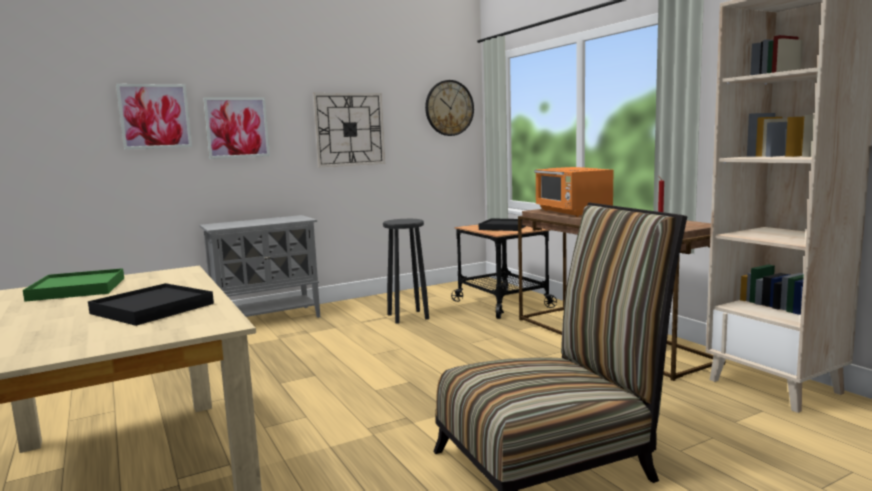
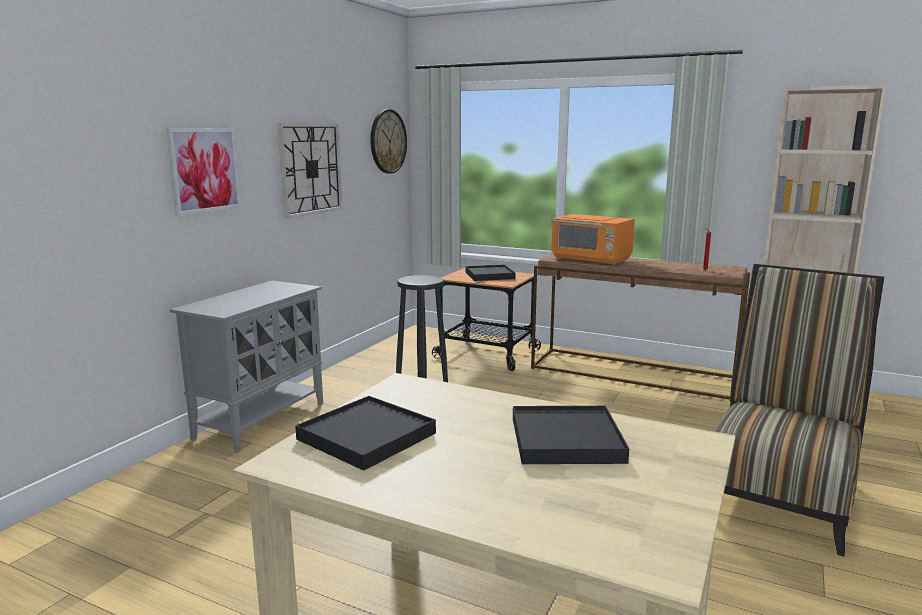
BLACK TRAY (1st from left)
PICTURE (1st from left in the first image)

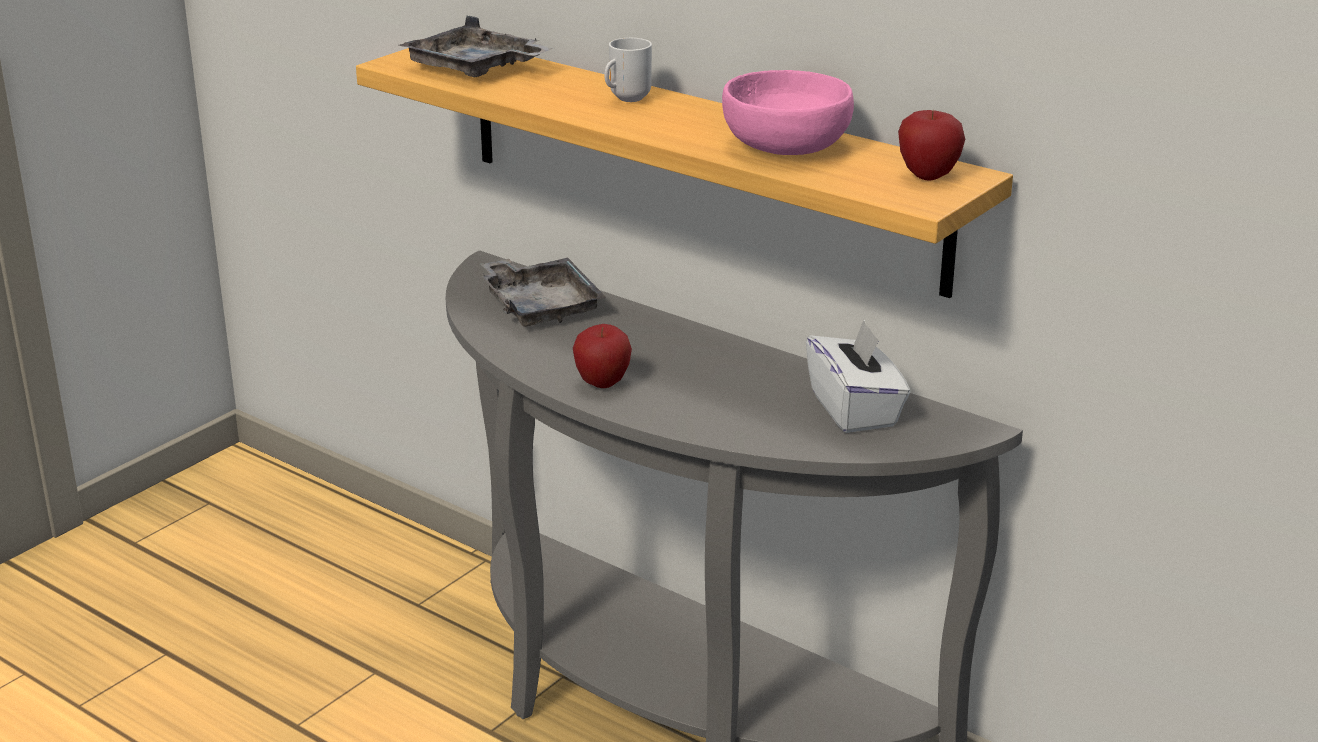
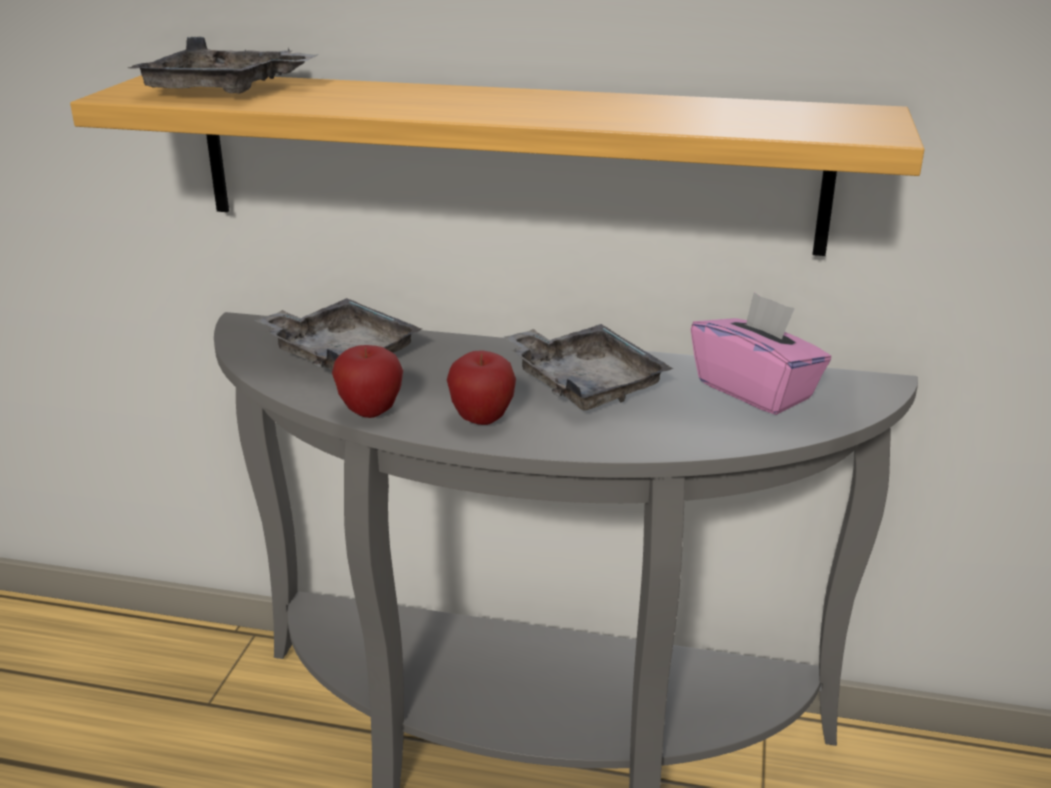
APPLE (1st from left)
GREY TRAY (3rd from left)
PINK TISSUE BOX
MUG
PINK BOWL

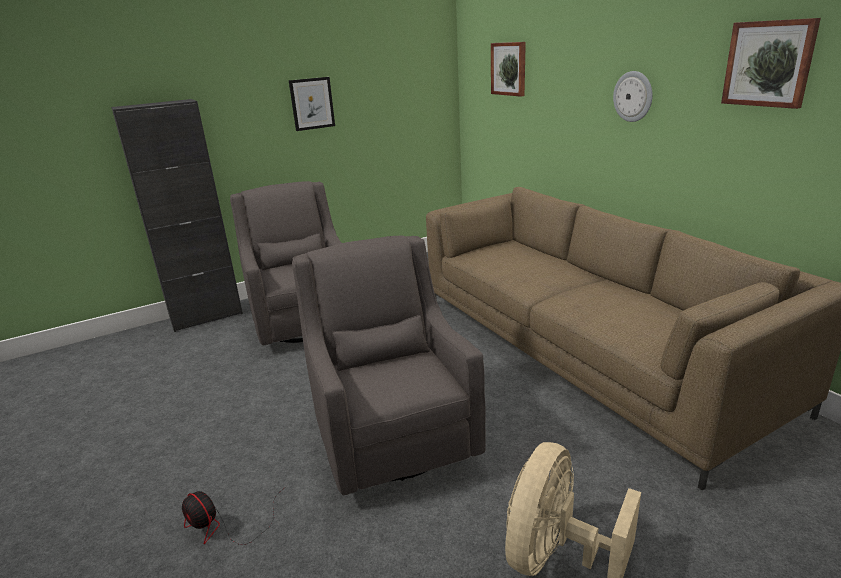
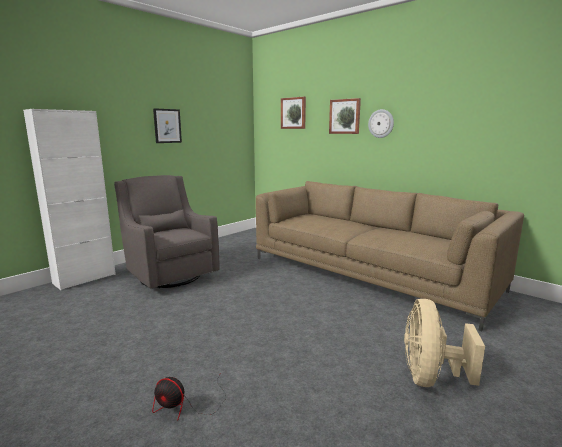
WHITE CABINET
PICTURE (3rd from left)
GREY ARMCHAIR (2nd from left in the first image)

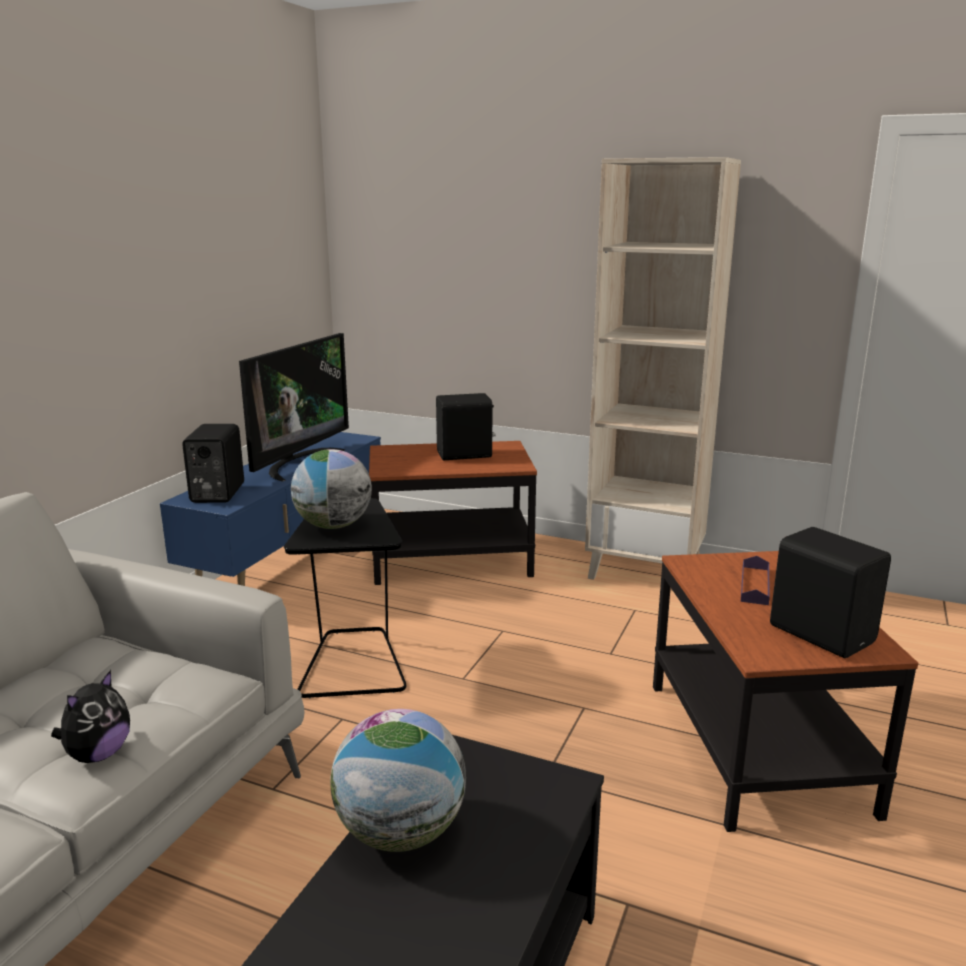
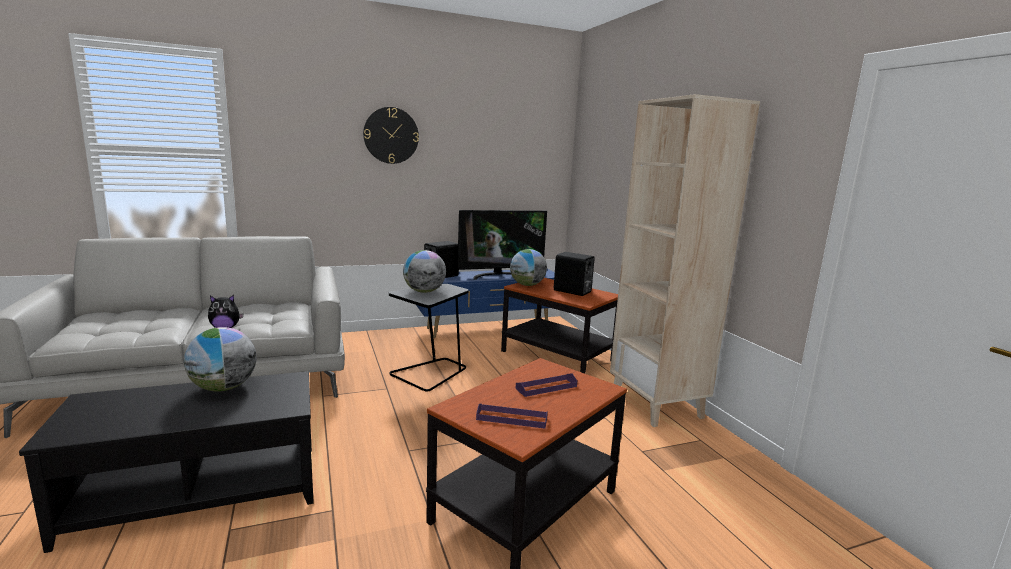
WALL CLOCK
PURPLE TRAY (1st from left)
GLOBE (3rd from left)

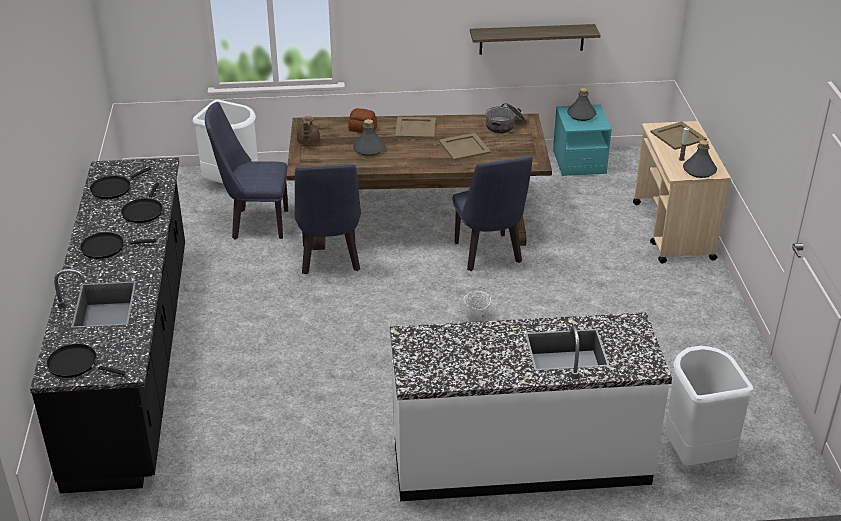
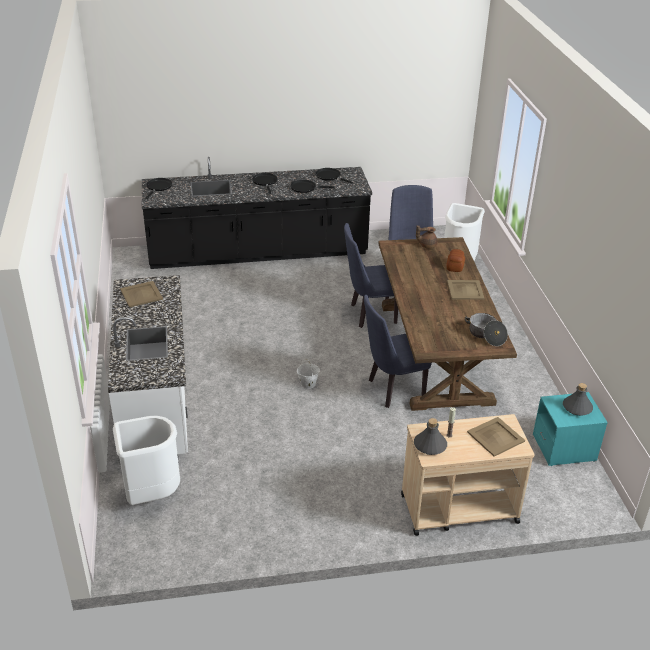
BEIGE TRAY (1st from left)
GREY BOTTLE (1st from left in the first image)
SHELF

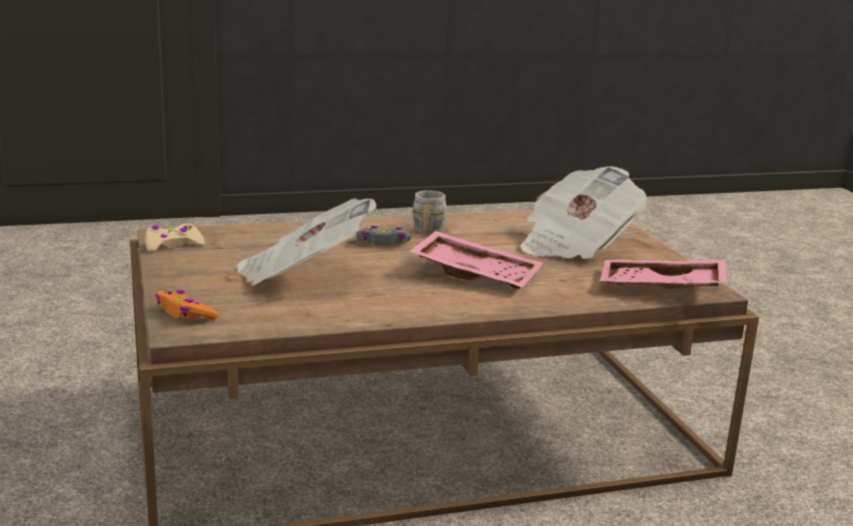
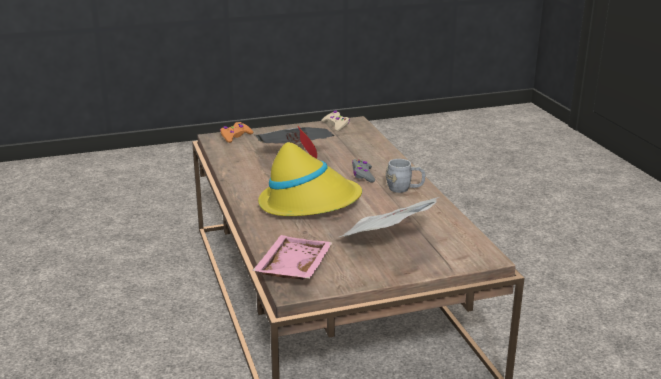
YELLOW HAT

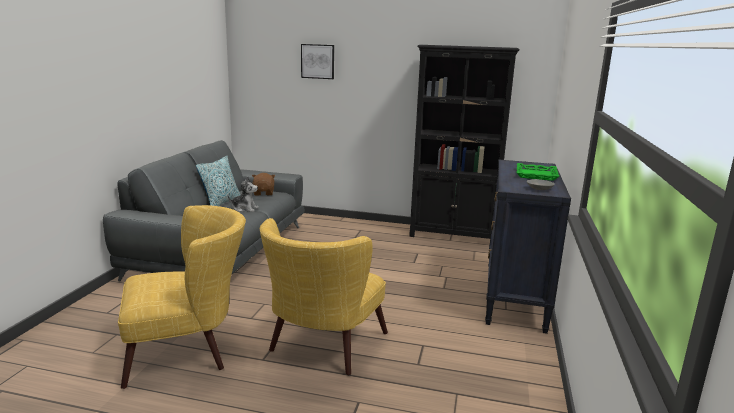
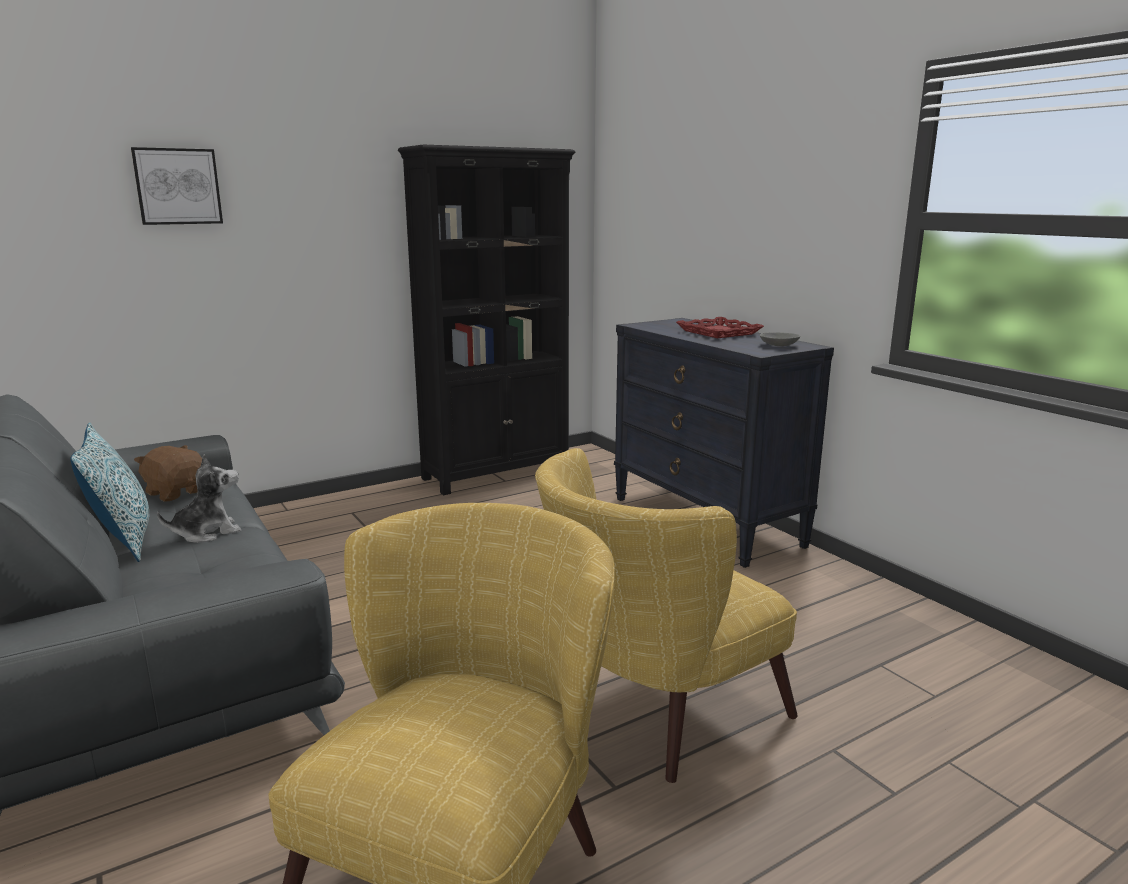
YELLOW ARMCHAIR (2nd from left)
RED TRAY

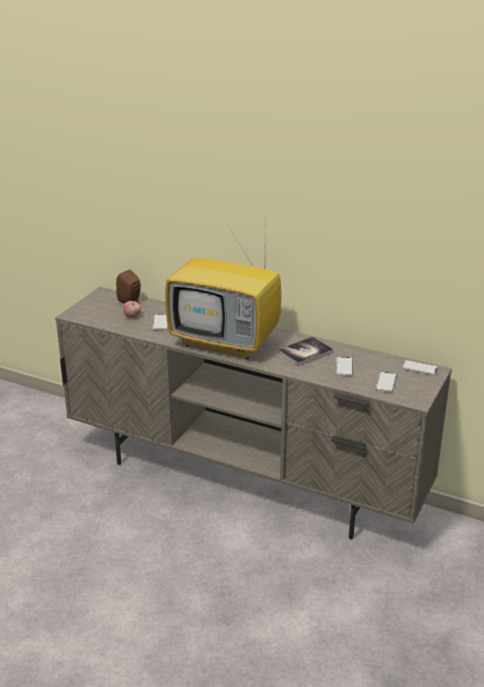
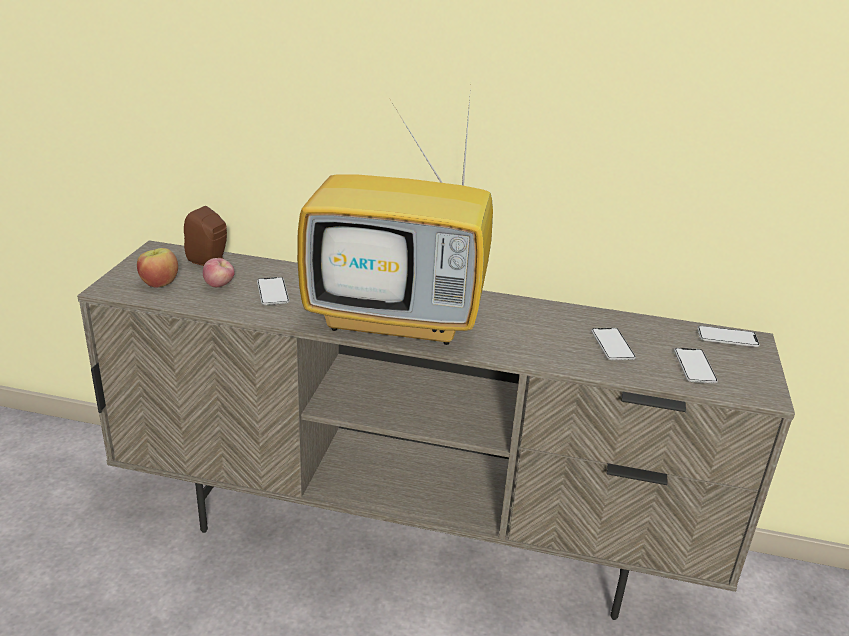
APPLE (1st from left)
BOOK

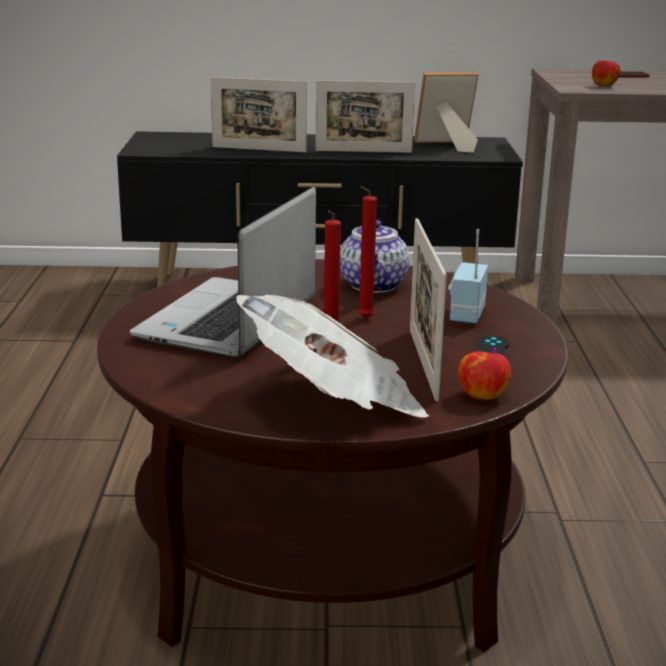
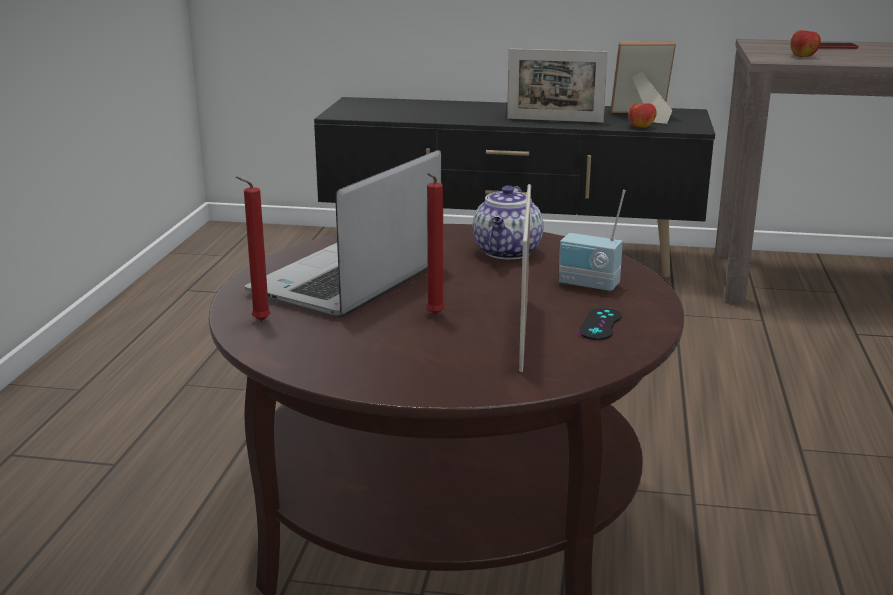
RED CANDLE (1st from left)
RADIO
APPLE (1st from left)
PICTURE FRAME (1st from left in the first image)
NEWSPAPER

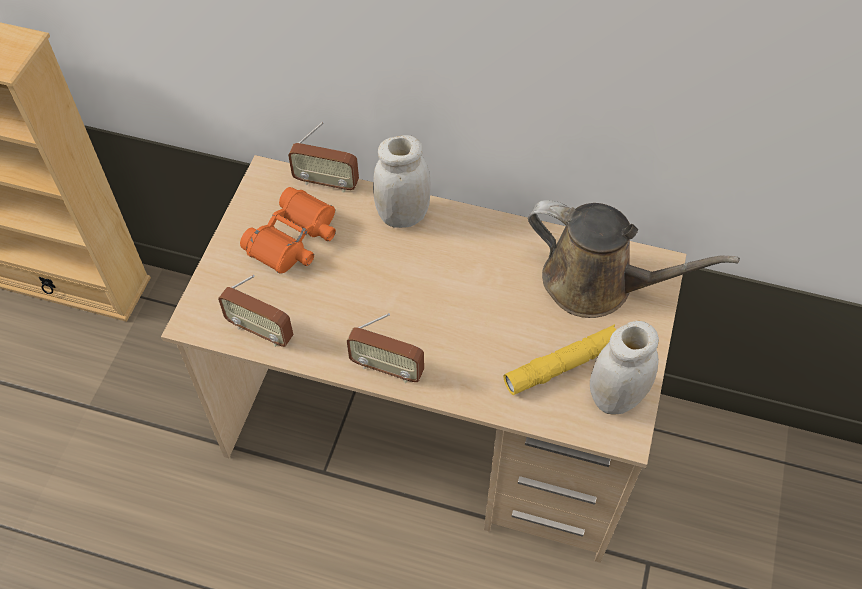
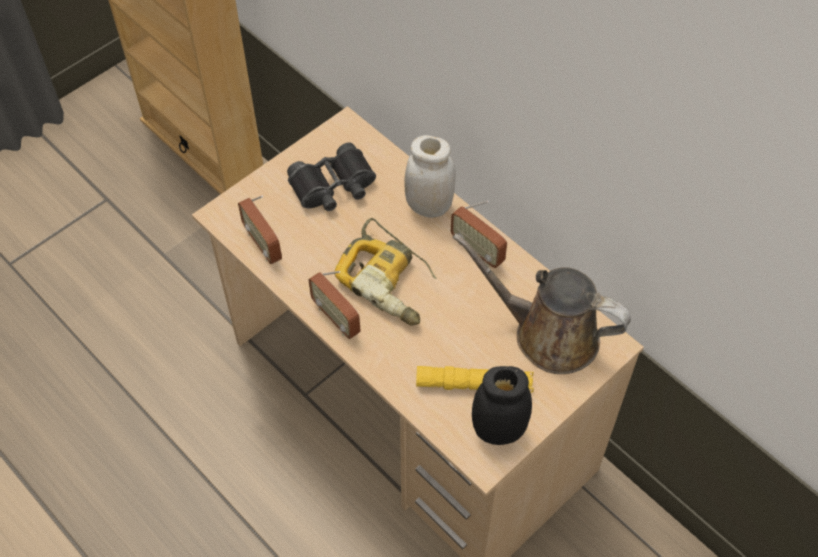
BLACK BINOCULARS
POWER DRILL
RADIO (3rd from left)
BROWN WATERING CAN
BLACK JAR

